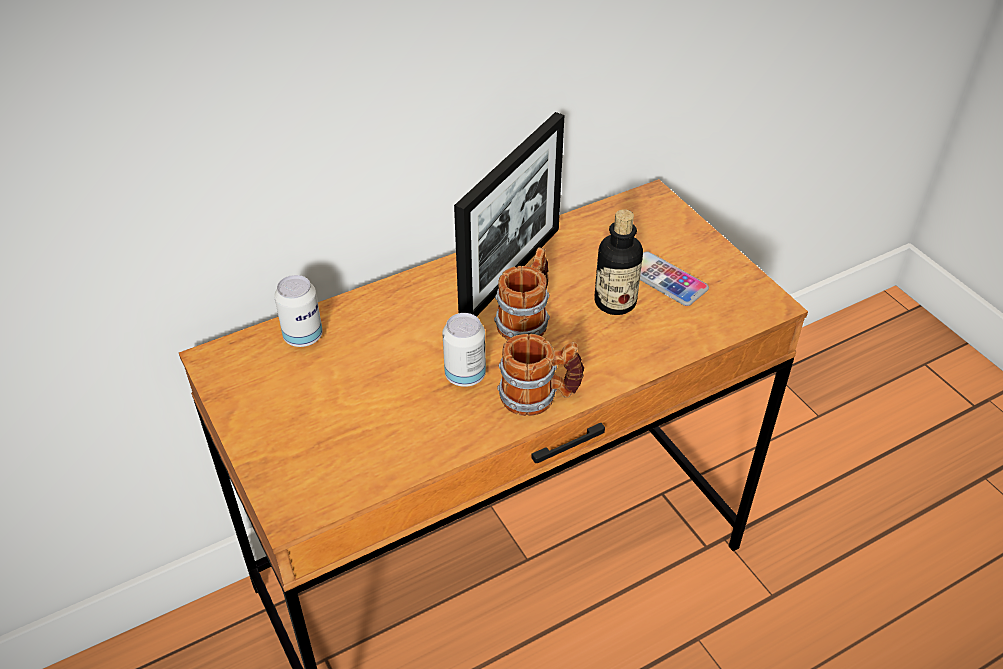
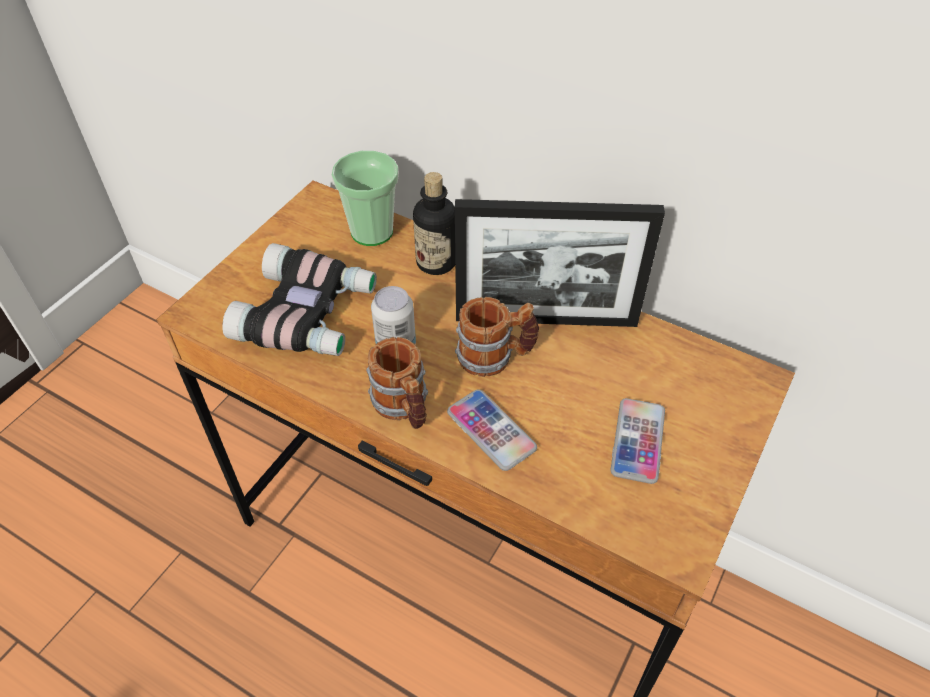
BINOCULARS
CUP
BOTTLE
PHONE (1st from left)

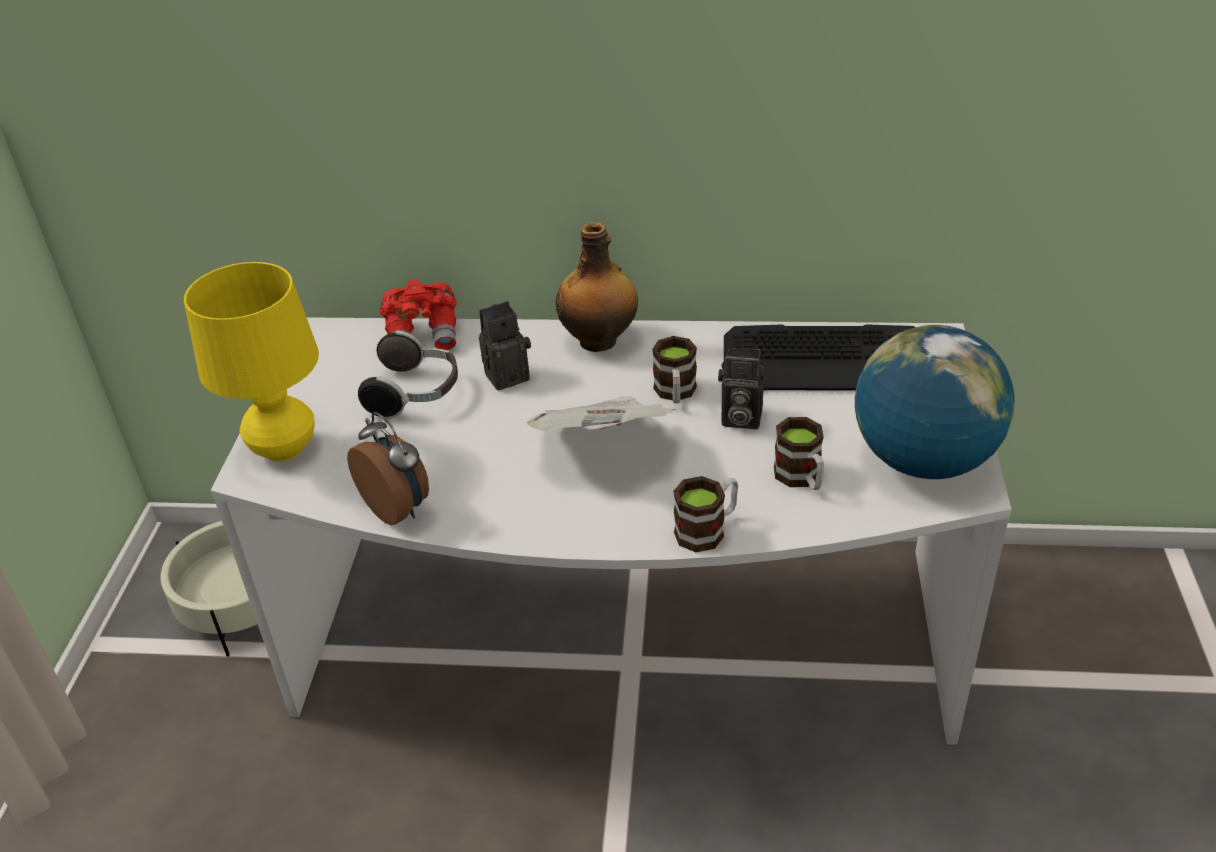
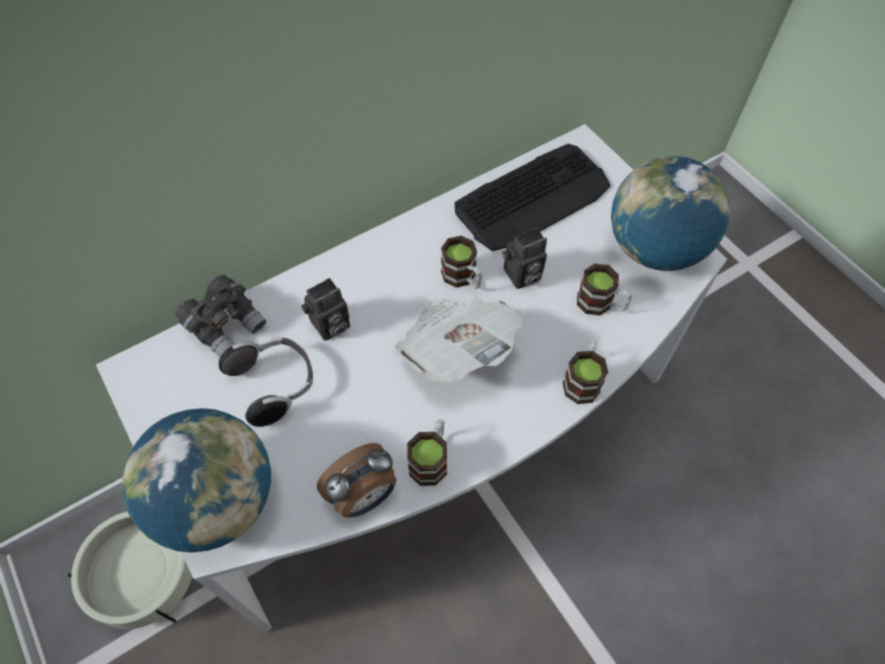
GLOBE (1st from left)
GREY BINOCULARS
PHOTO CAMERA (1st from left)
ALARM CLOCK
MUG (1st from left)
BOTTLE

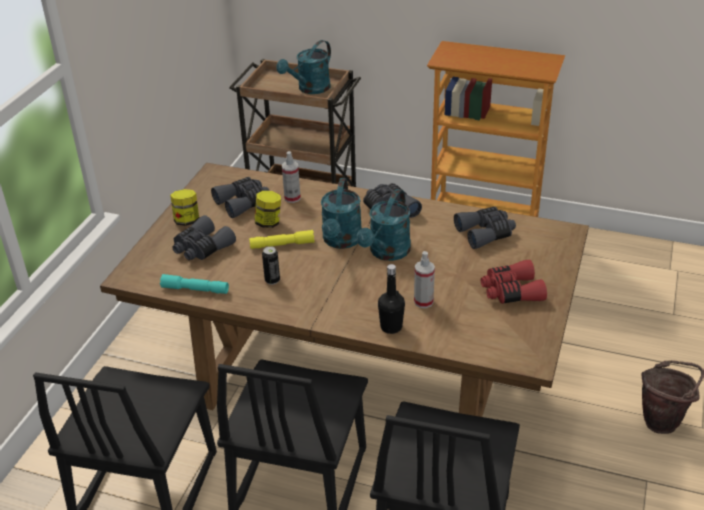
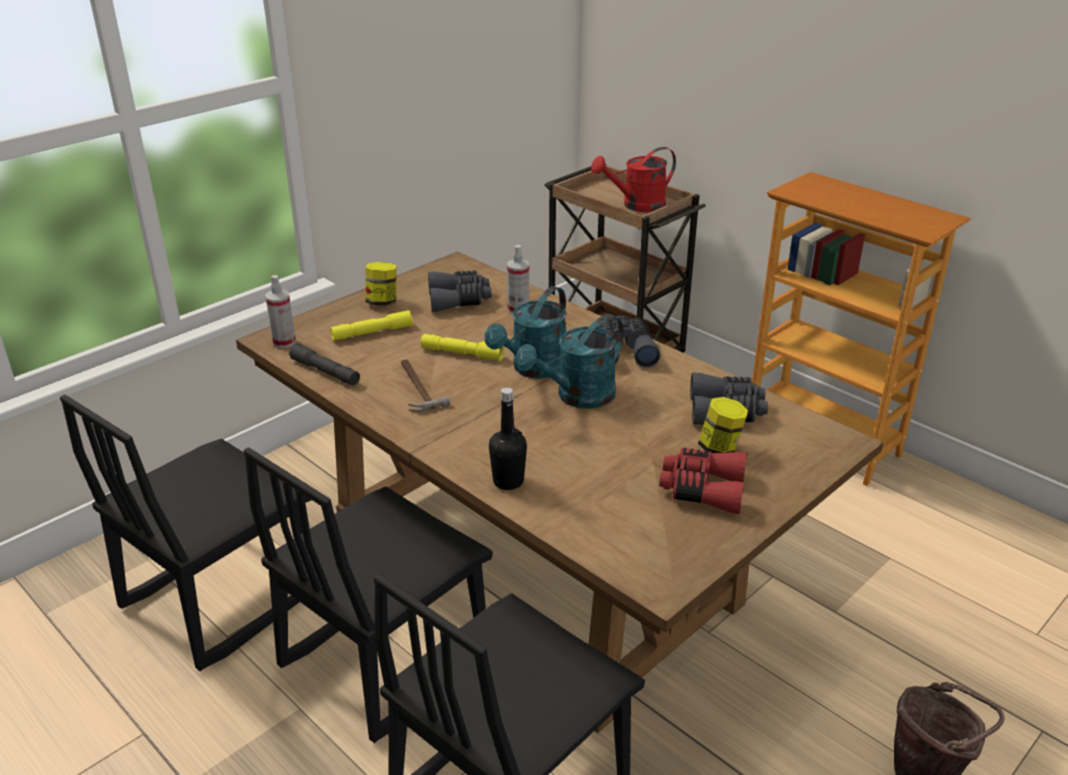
SPRAY BOTTLE (1st from left)
GREY FLASHLIGHT
YELLOW FLASHLIGHT (1st from left)
HAMMER
RED WATERING CAN
JAR (2nd from left)

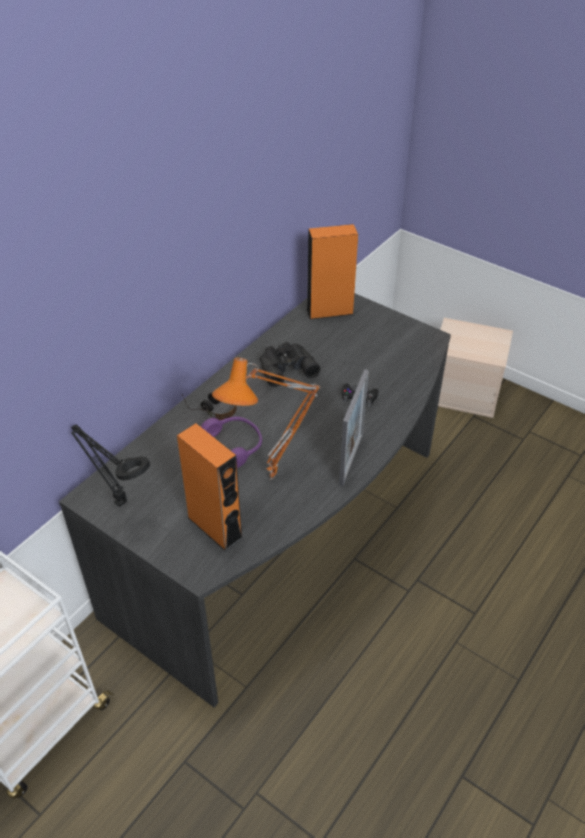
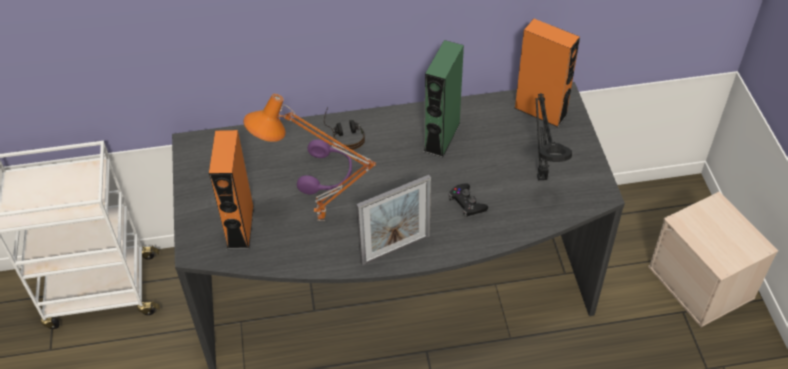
GREEN SPEAKER
BLACK TABLE LAMP

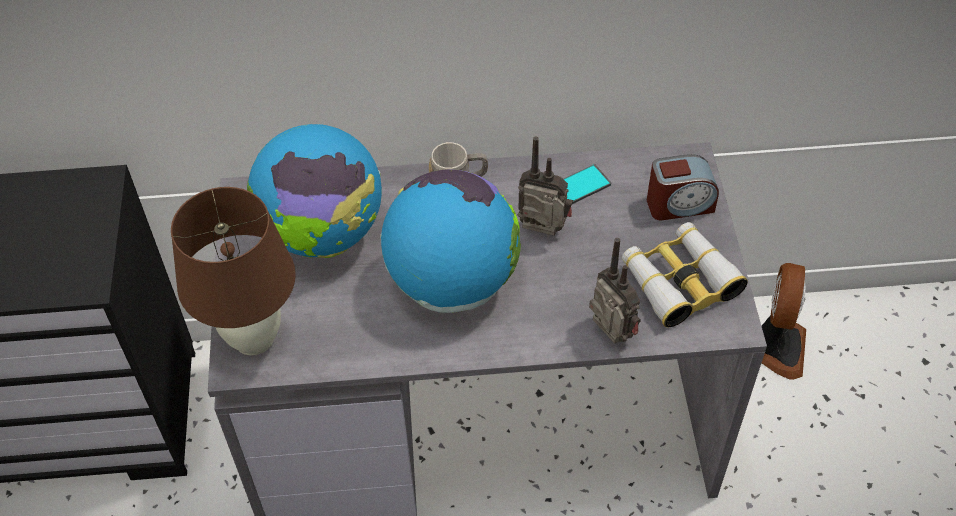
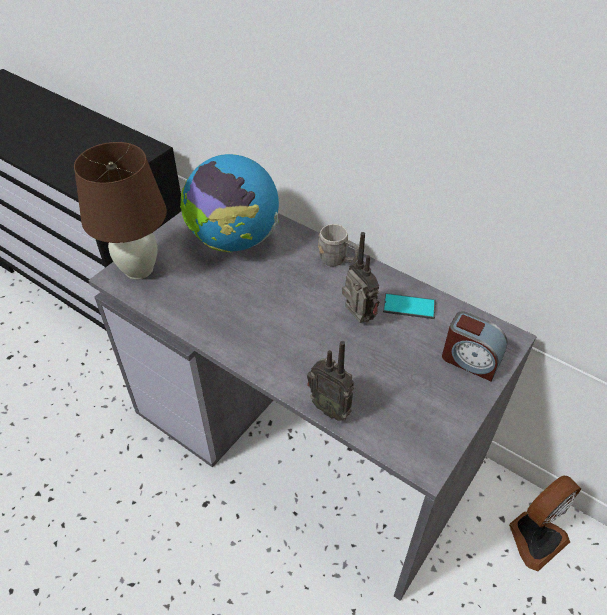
RADIO (1st from left)
GLOBE (2nd from left in the first image)
BINOCULARS

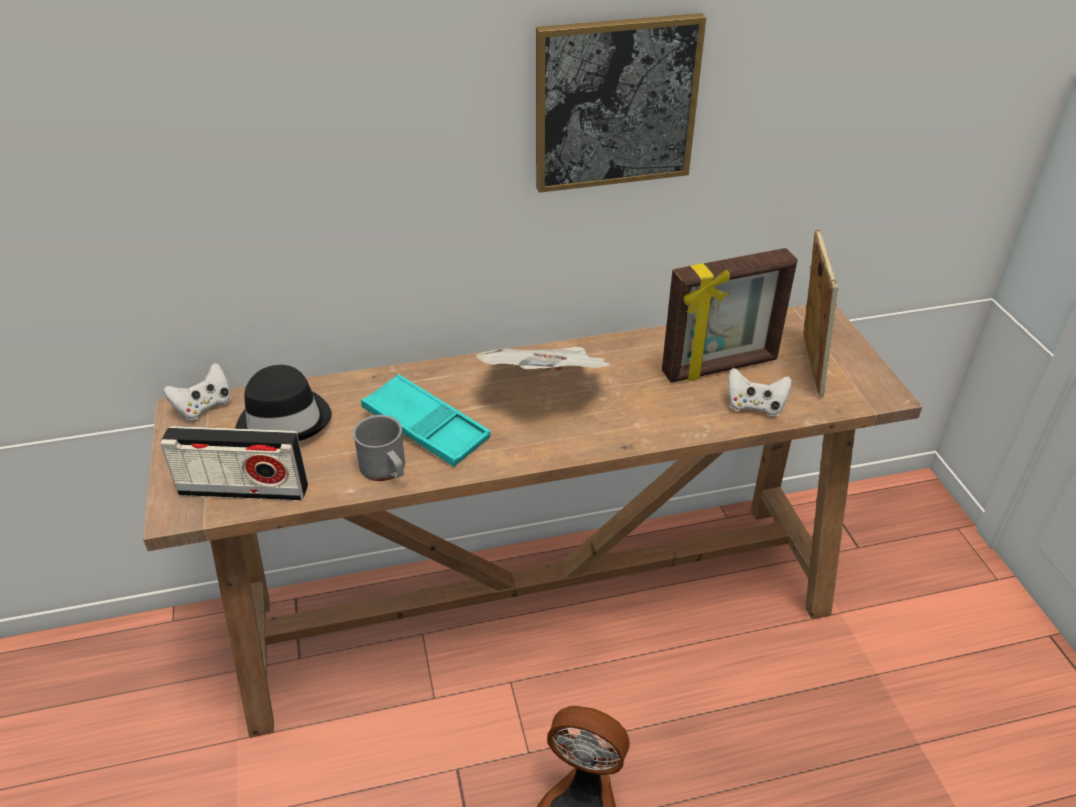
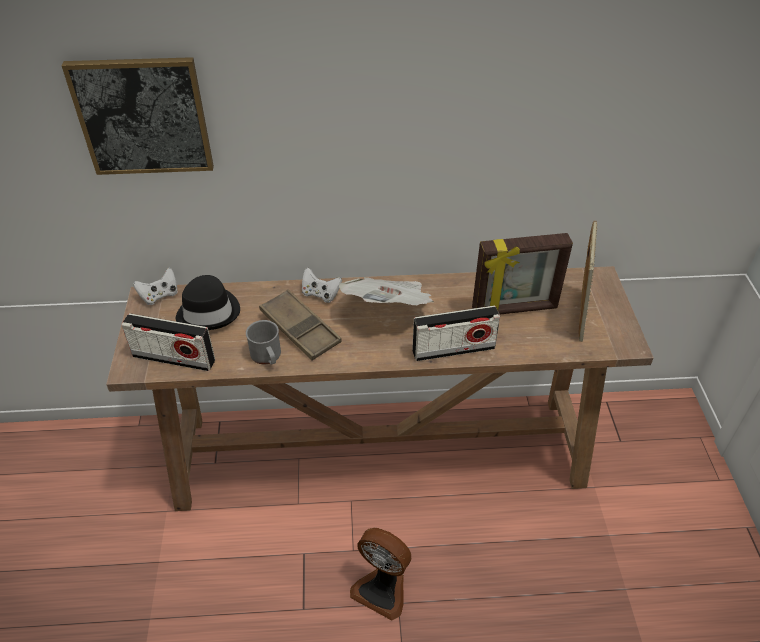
PICTURE
BROWN TRAY
WHITE GAME CONTROLLER (2nd from left)
RADIO (2nd from left)

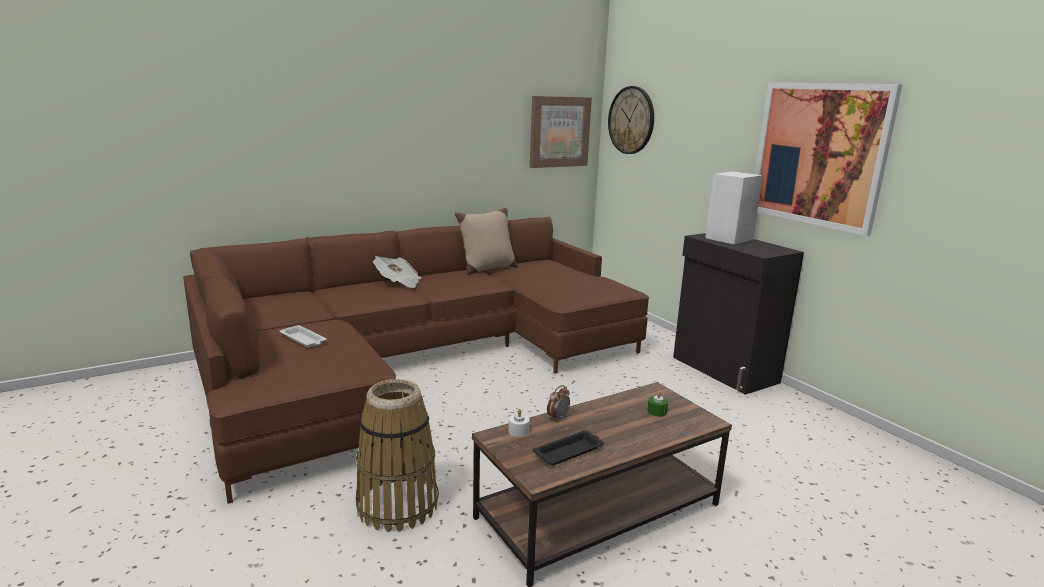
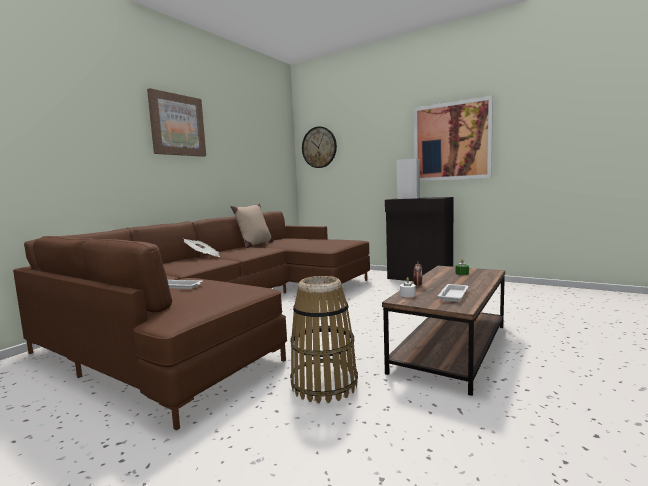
PICTURE (1st from left)
WHITE TRAY (2nd from left)

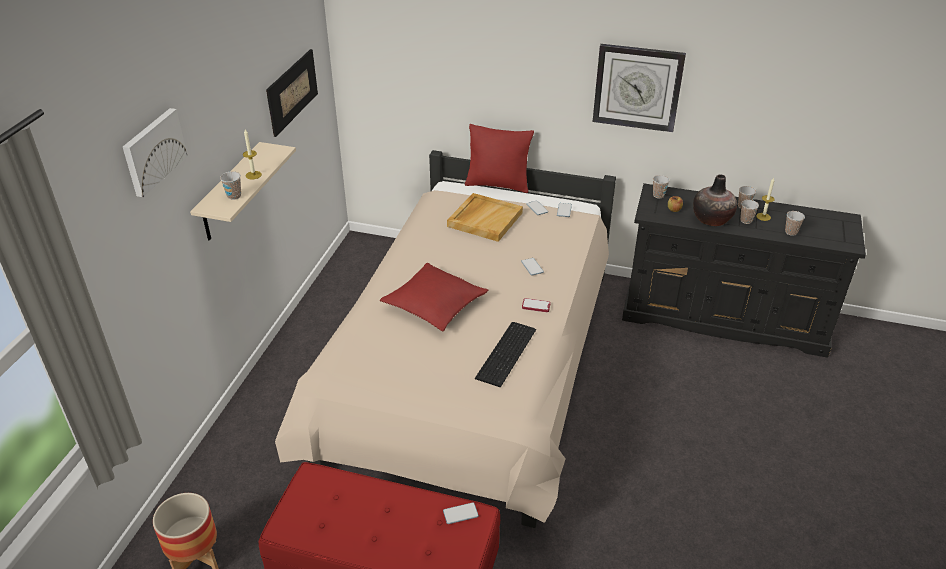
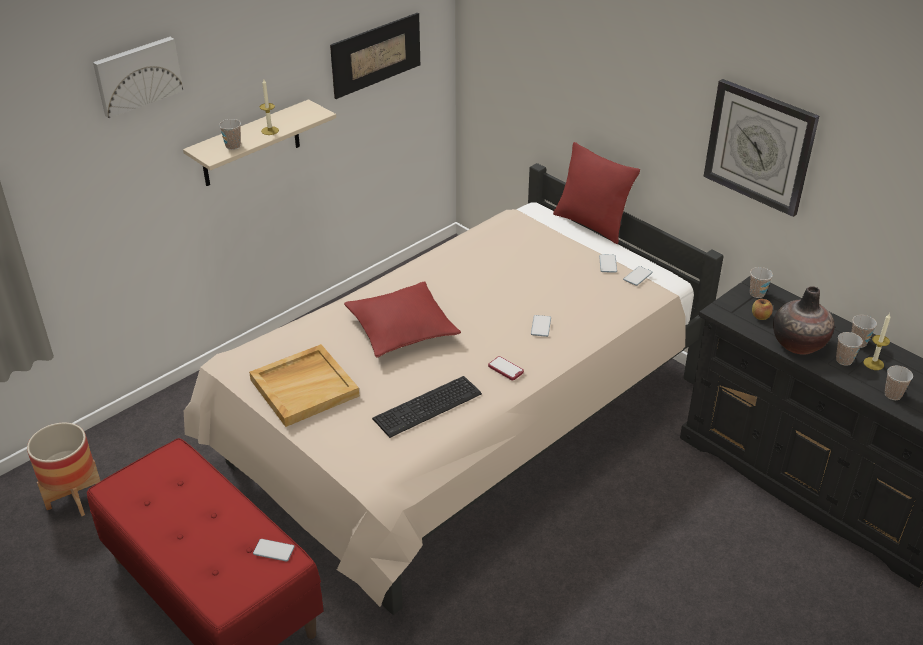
BEIGE TRAY

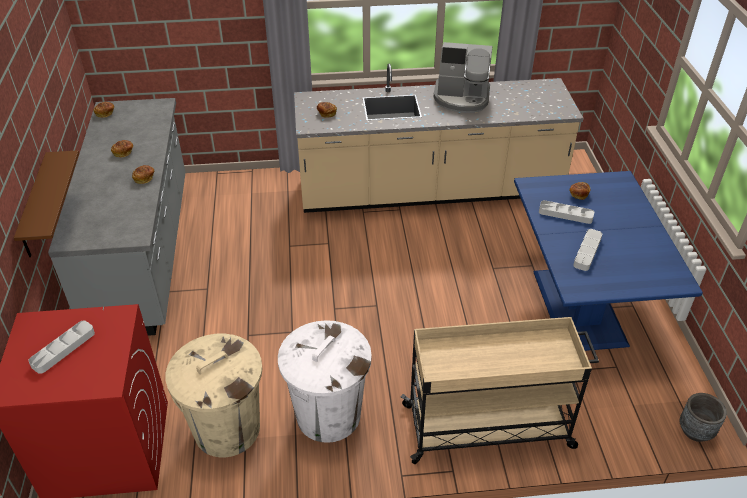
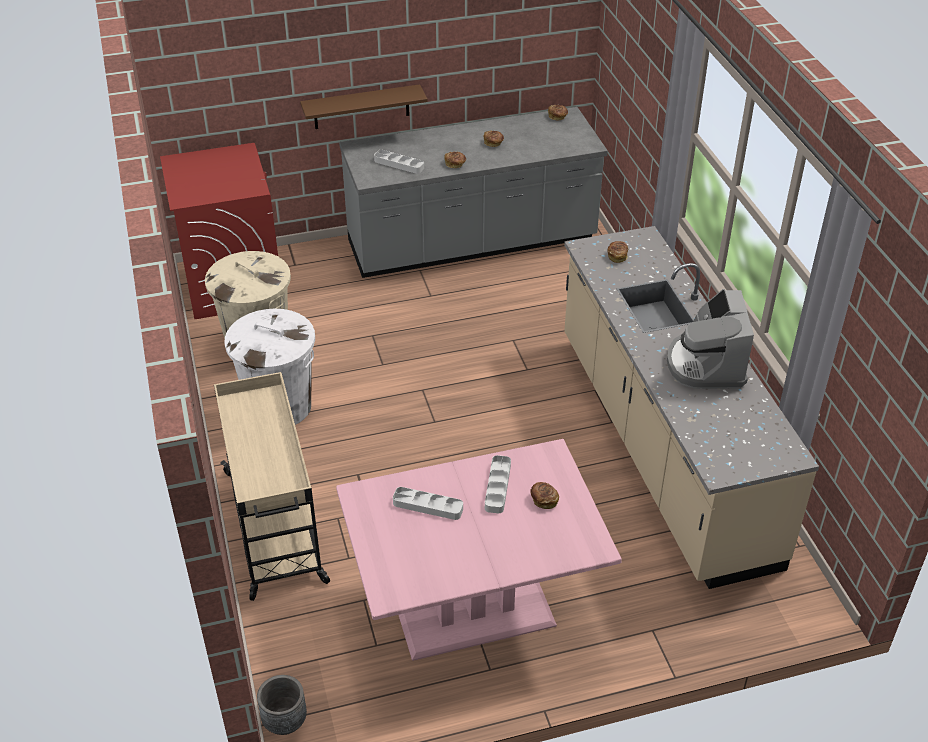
PINK DINING TABLE
GREY TRAY (1st from left)

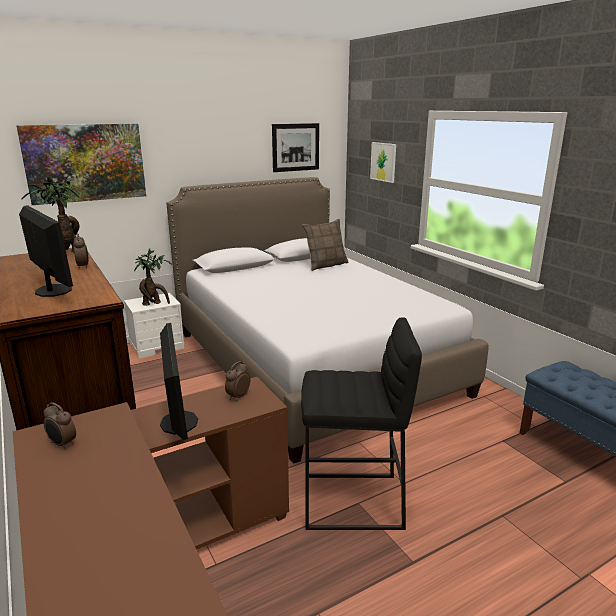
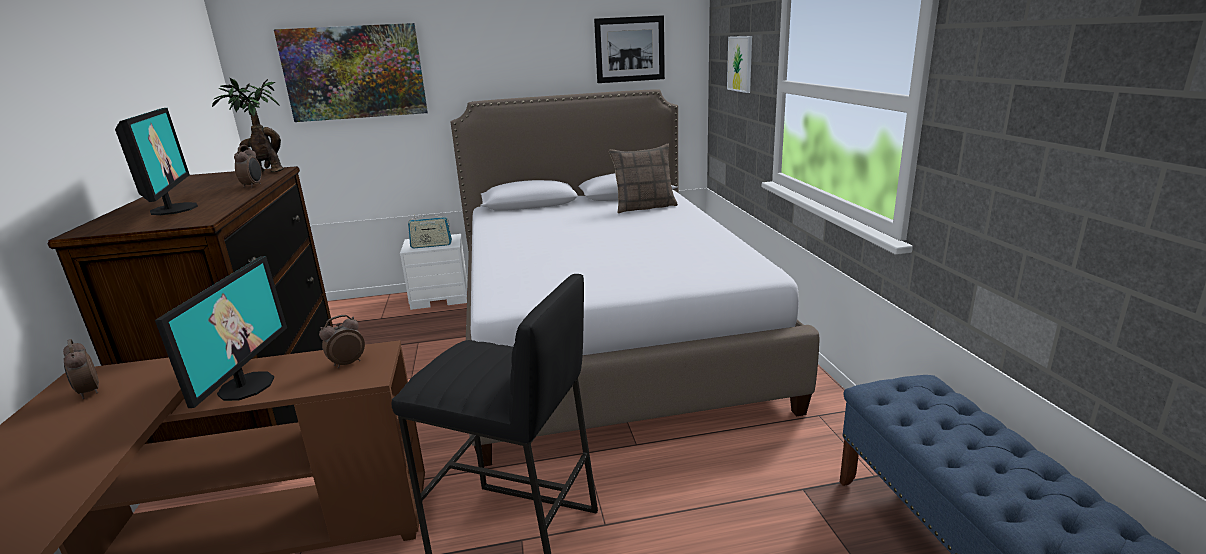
RADIO

